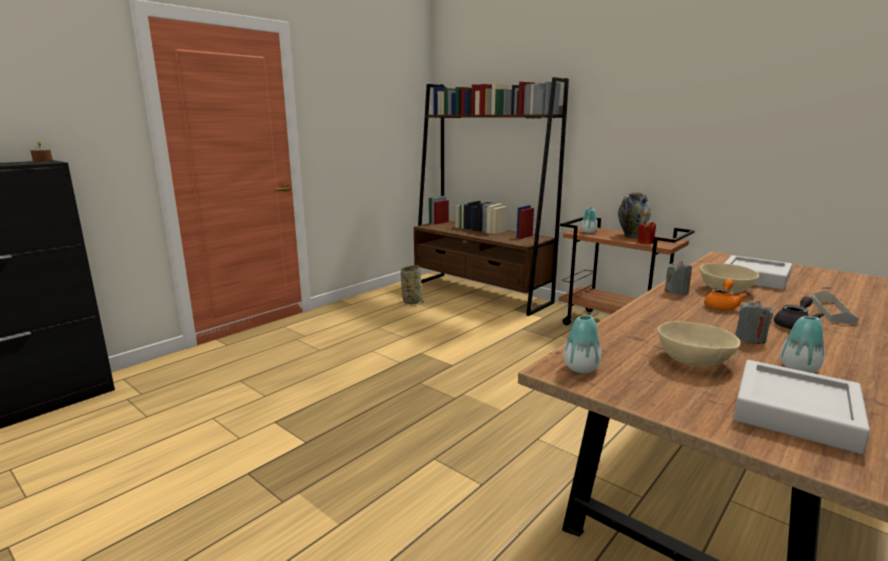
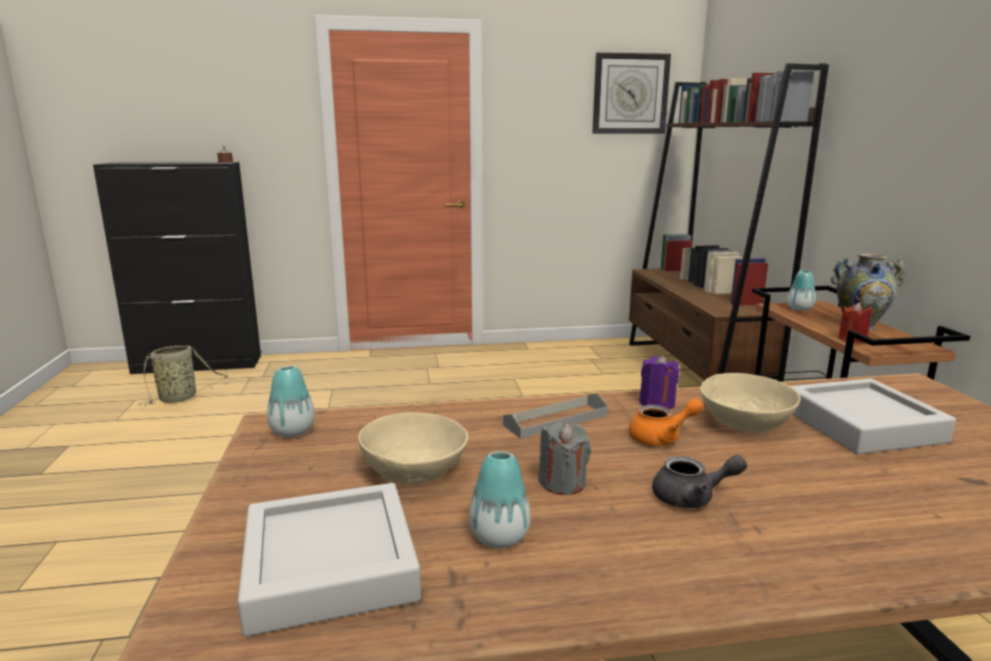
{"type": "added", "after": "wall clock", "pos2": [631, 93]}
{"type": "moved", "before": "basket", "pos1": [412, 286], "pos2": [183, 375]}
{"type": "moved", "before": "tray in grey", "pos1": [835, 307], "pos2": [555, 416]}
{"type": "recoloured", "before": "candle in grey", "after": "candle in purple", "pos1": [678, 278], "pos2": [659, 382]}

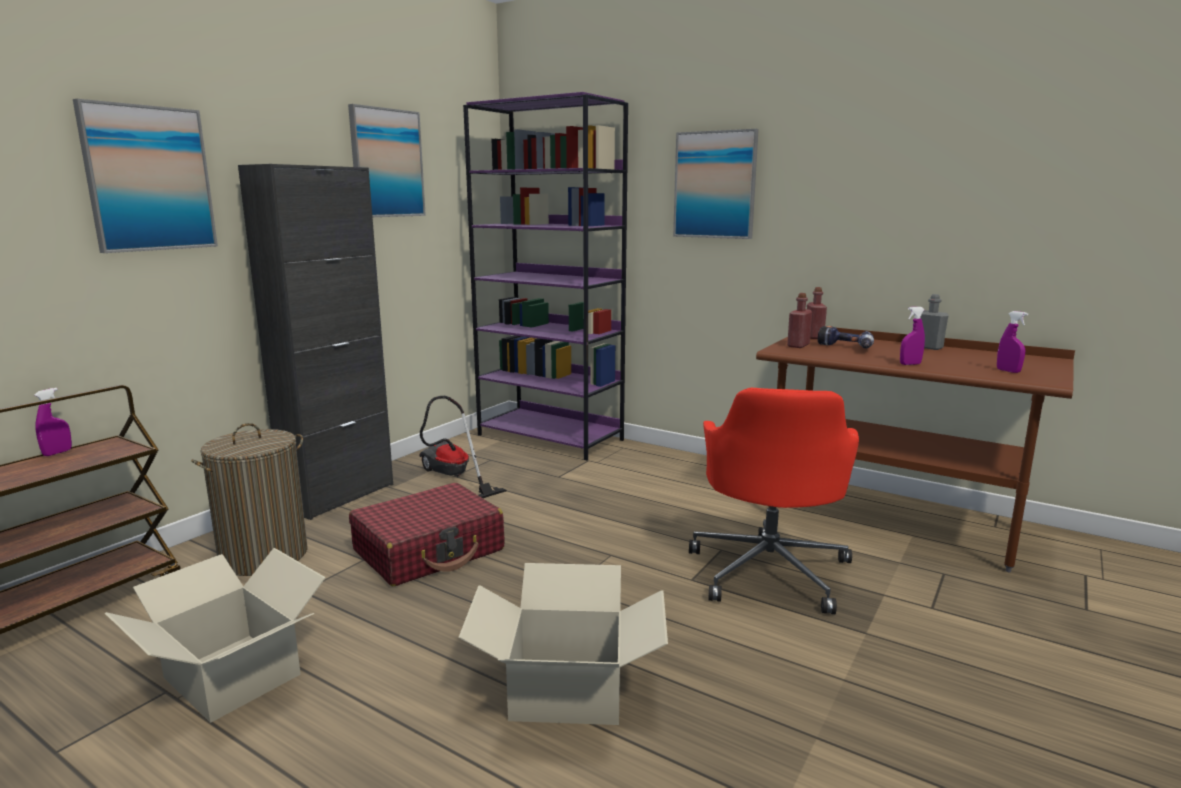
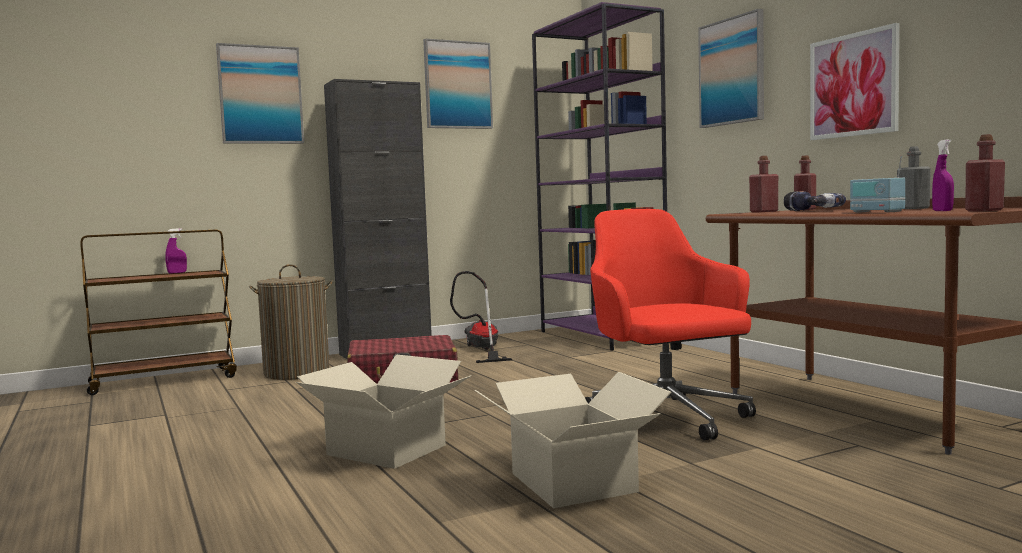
{"type": "removed", "before": "spray bottle in purple", "pos1": [912, 336]}
{"type": "added", "after": "picture", "pos2": [855, 81]}
{"type": "added", "after": "radio", "pos2": [877, 184]}
{"type": "added", "after": "bottle in red", "pos2": [985, 172]}
{"type": "moved", "before": "cardboard box", "pos1": [215, 635], "pos2": [572, 440]}
{"type": "turned", "before": "office chair in red", "pos1": [774, 501], "pos2": [670, 324], "turn": 120}

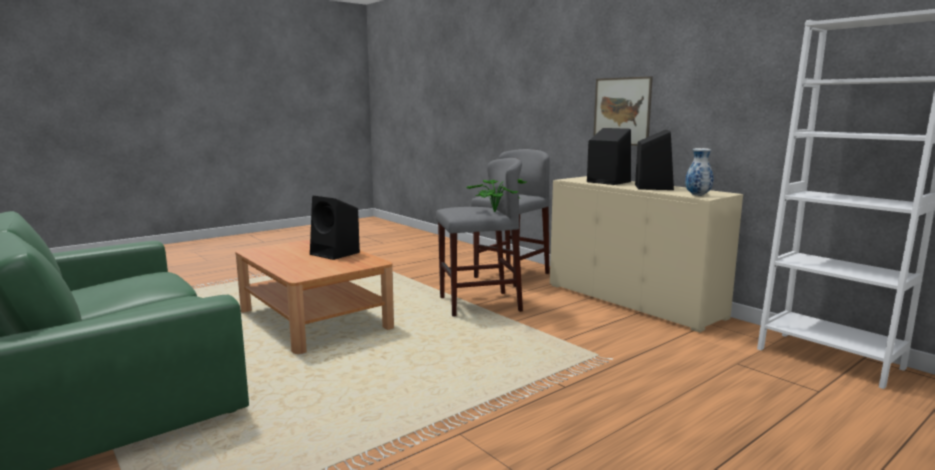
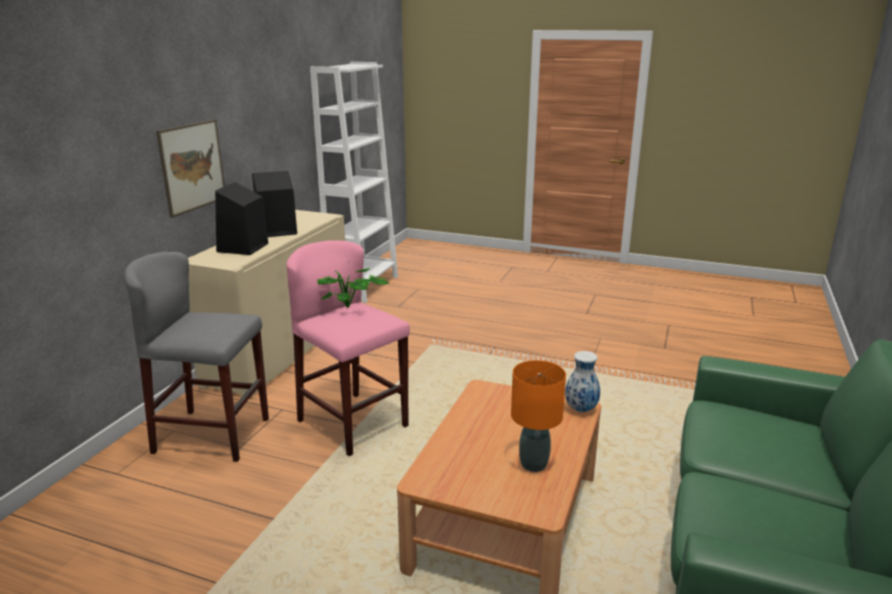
{"type": "removed", "before": "speaker in black", "pos1": [335, 228]}
{"type": "added", "after": "table lamp in orange", "pos2": [538, 416]}
{"type": "moved", "before": "vase", "pos1": [699, 172], "pos2": [582, 381]}
{"type": "recoloured", "before": "stool in grey", "after": "stool in pink", "pos1": [479, 237], "pos2": [348, 348]}

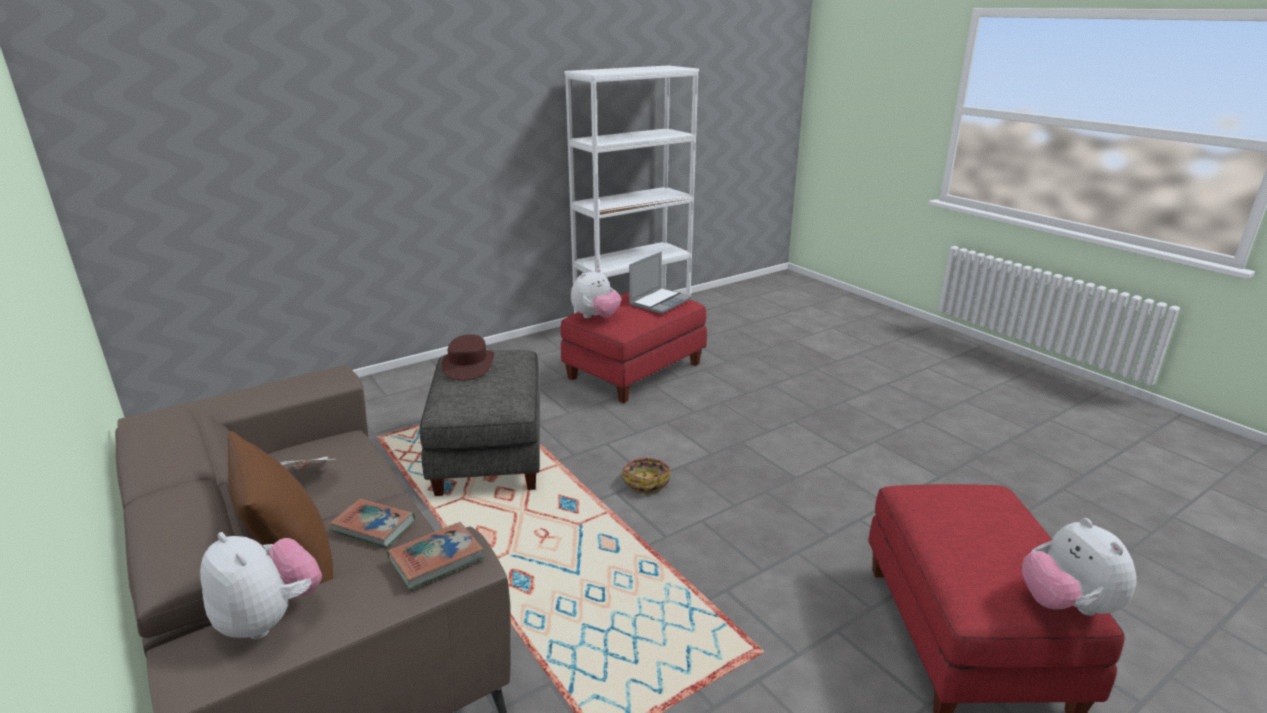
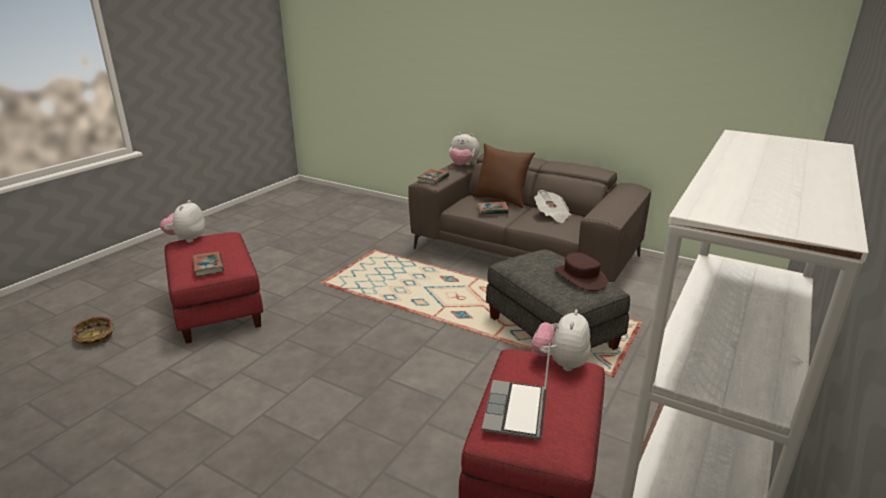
{"type": "added", "after": "book", "pos2": [208, 264]}
{"type": "moved", "before": "basket", "pos1": [646, 475], "pos2": [93, 331]}
{"type": "turned", "before": "plush toy", "pos1": [1079, 567], "pos2": [182, 221], "turn": -135}

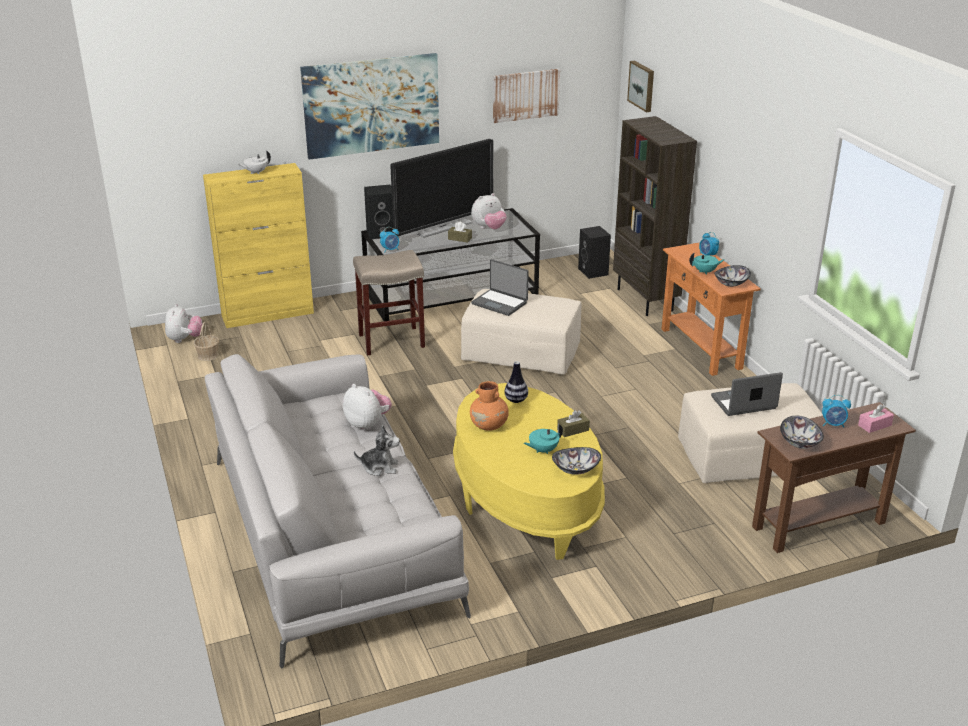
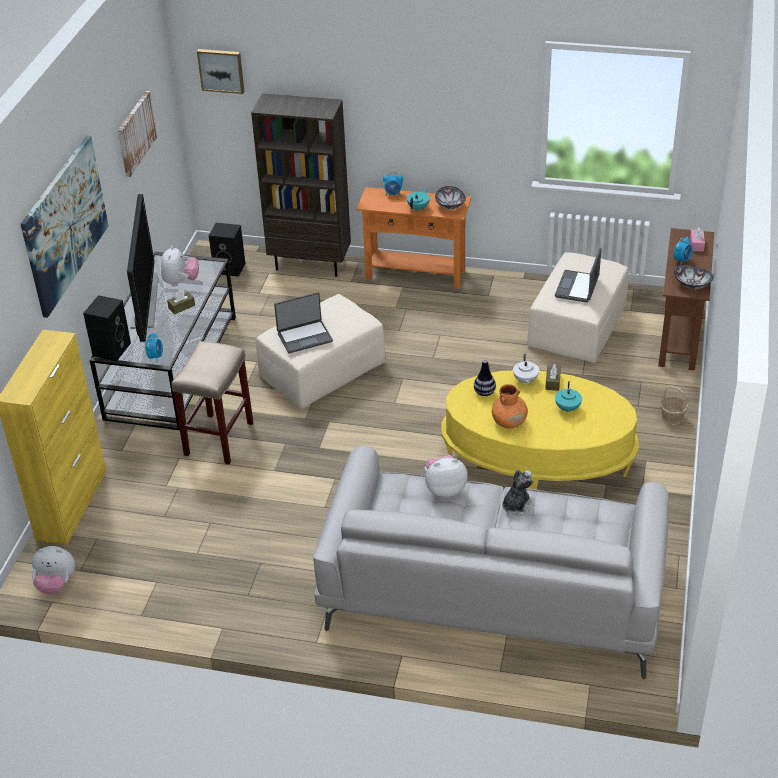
{"type": "removed", "before": "bowl", "pos1": [576, 461]}
{"type": "moved", "before": "basket", "pos1": [206, 341], "pos2": [674, 405]}
{"type": "moved", "before": "teapot in white", "pos1": [254, 162], "pos2": [526, 369]}
{"type": "turned", "before": "plush toy", "pos1": [183, 323], "pos2": [53, 570], "turn": 150}

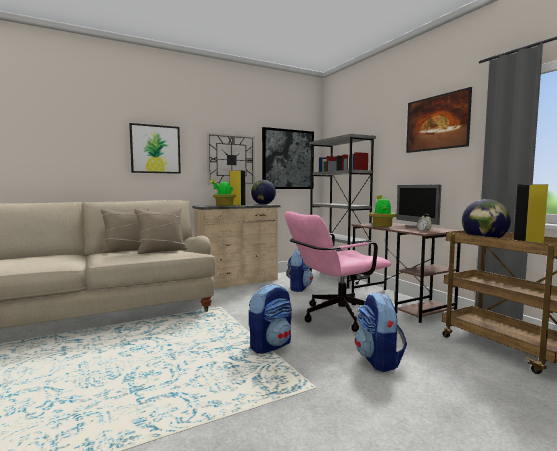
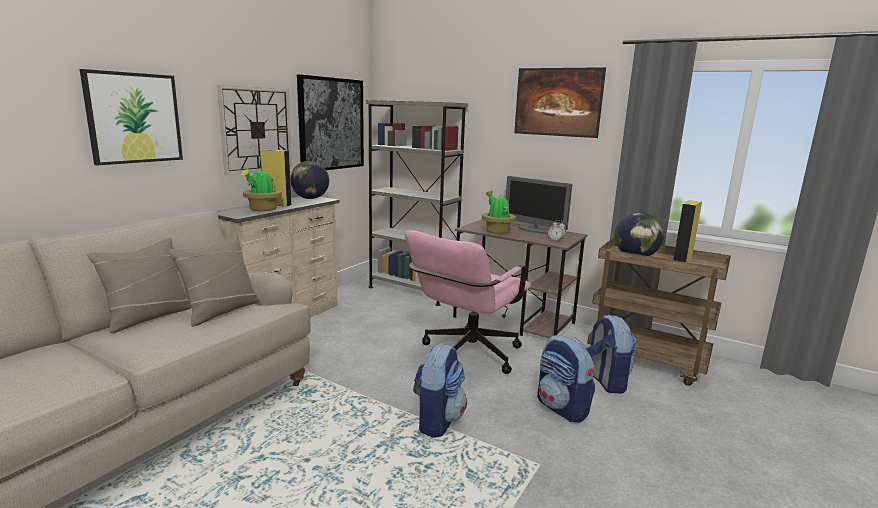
{"type": "moved", "before": "backpack", "pos1": [300, 270], "pos2": [611, 354]}

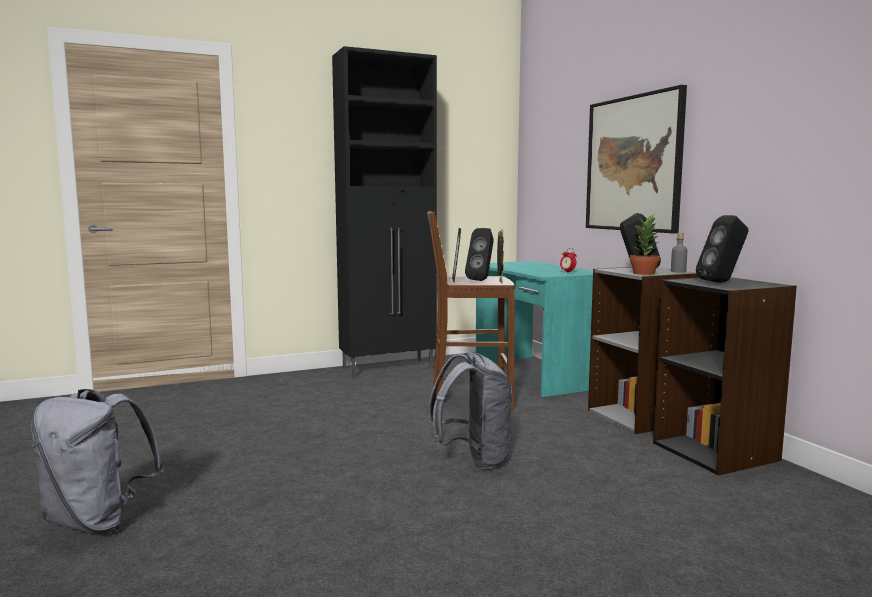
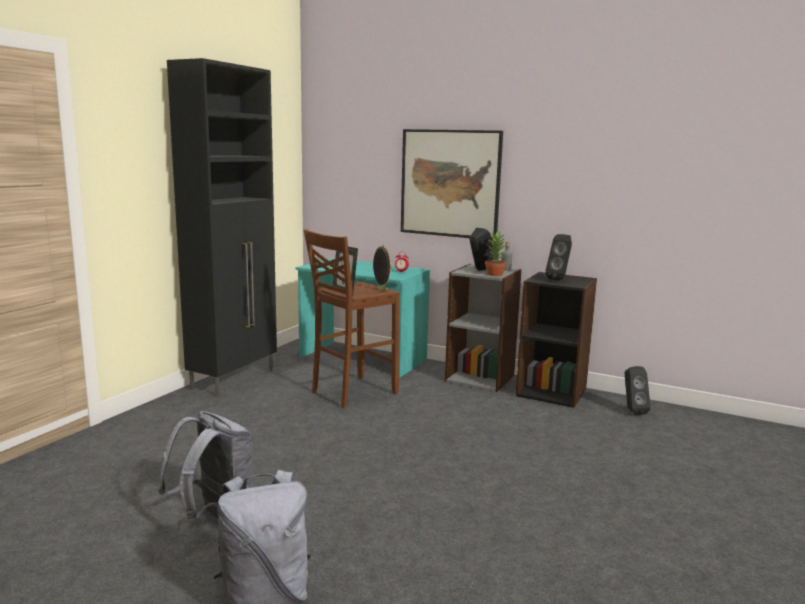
{"type": "moved", "before": "backpack in grey", "pos1": [470, 410], "pos2": [206, 466]}
{"type": "moved", "before": "speaker in black", "pos1": [479, 254], "pos2": [638, 390]}

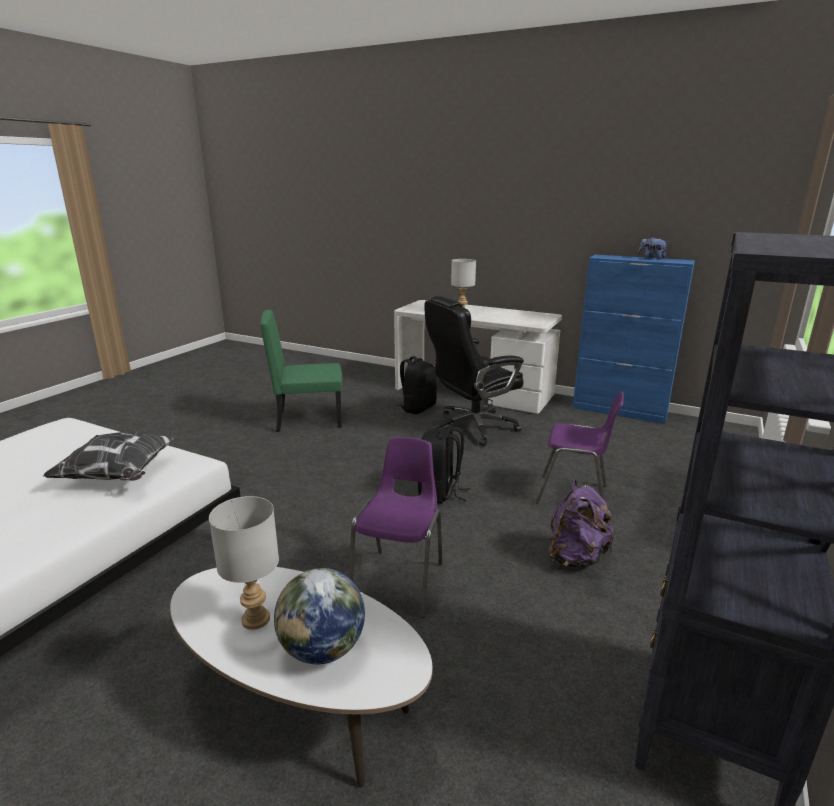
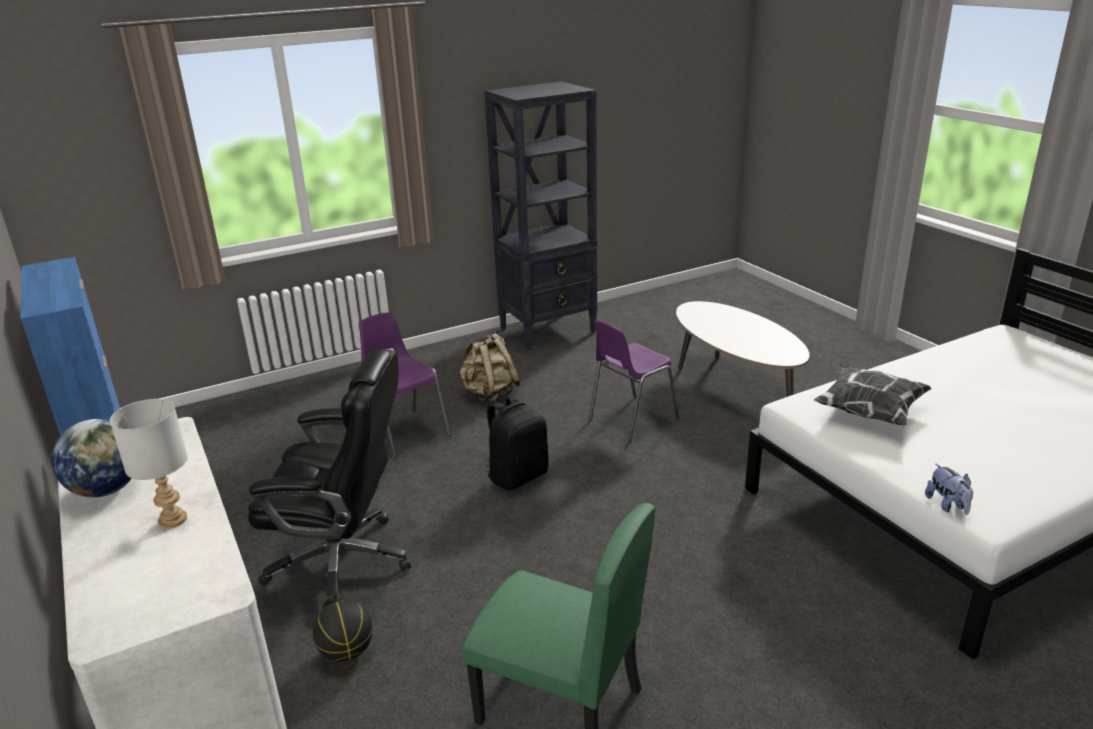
{"type": "removed", "before": "table lamp in grey", "pos1": [244, 563]}
{"type": "moved", "before": "globe", "pos1": [319, 616], "pos2": [91, 458]}
{"type": "moved", "before": "plush toy", "pos1": [653, 248], "pos2": [949, 489]}
{"type": "replaced", "before": "backpack in black", "after": "basketball", "pos1": [416, 385], "pos2": [343, 631]}
{"type": "recoloured", "before": "backpack in purple", "after": "backpack in beige", "pos1": [581, 524], "pos2": [490, 368]}

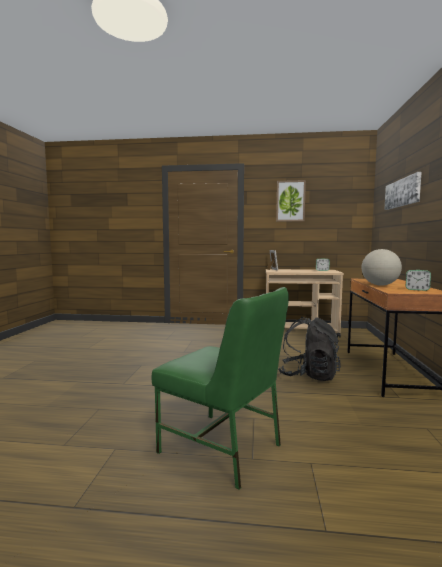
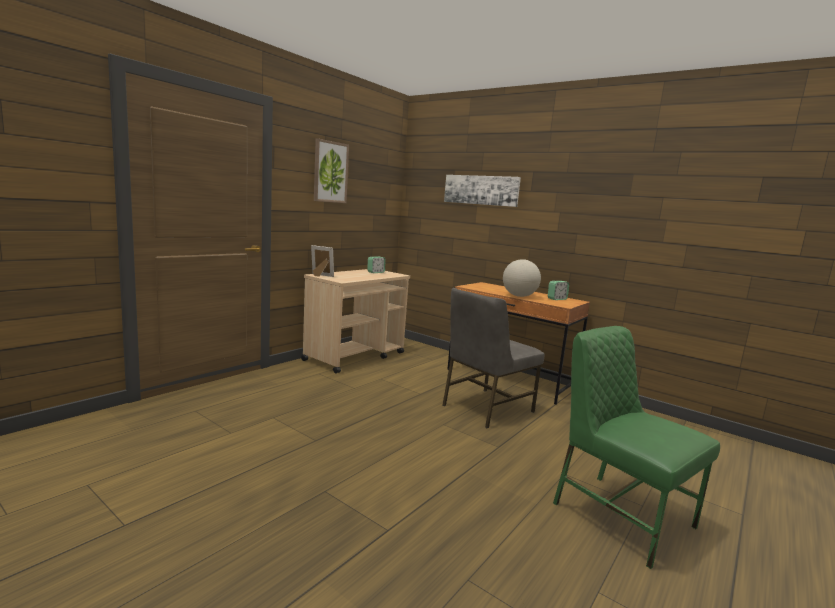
{"type": "replaced", "before": "backpack in black", "after": "chair in grey", "pos1": [309, 349], "pos2": [493, 358]}
{"type": "turned", "before": "chair in green", "pos1": [220, 388], "pos2": [636, 447], "turn": -105}

